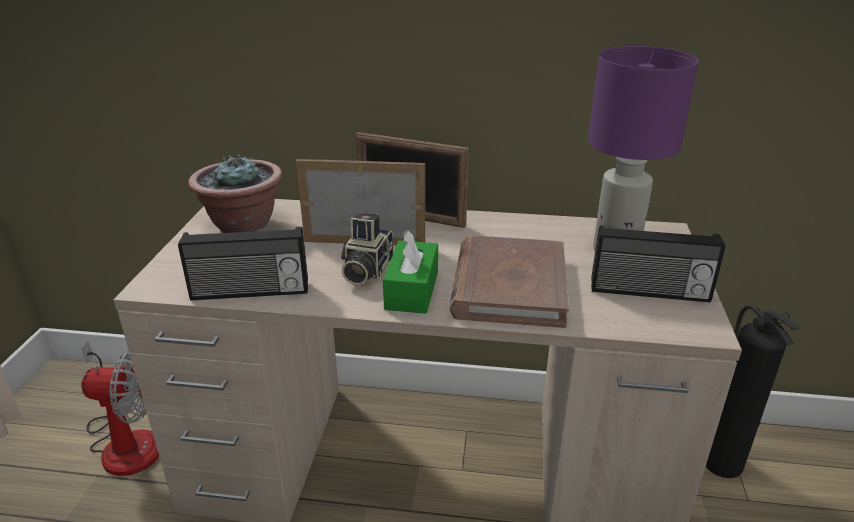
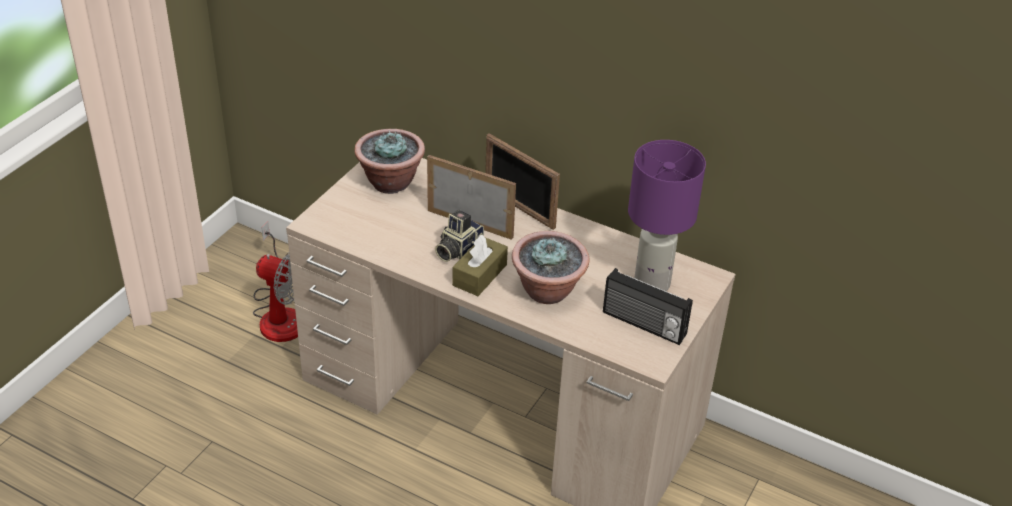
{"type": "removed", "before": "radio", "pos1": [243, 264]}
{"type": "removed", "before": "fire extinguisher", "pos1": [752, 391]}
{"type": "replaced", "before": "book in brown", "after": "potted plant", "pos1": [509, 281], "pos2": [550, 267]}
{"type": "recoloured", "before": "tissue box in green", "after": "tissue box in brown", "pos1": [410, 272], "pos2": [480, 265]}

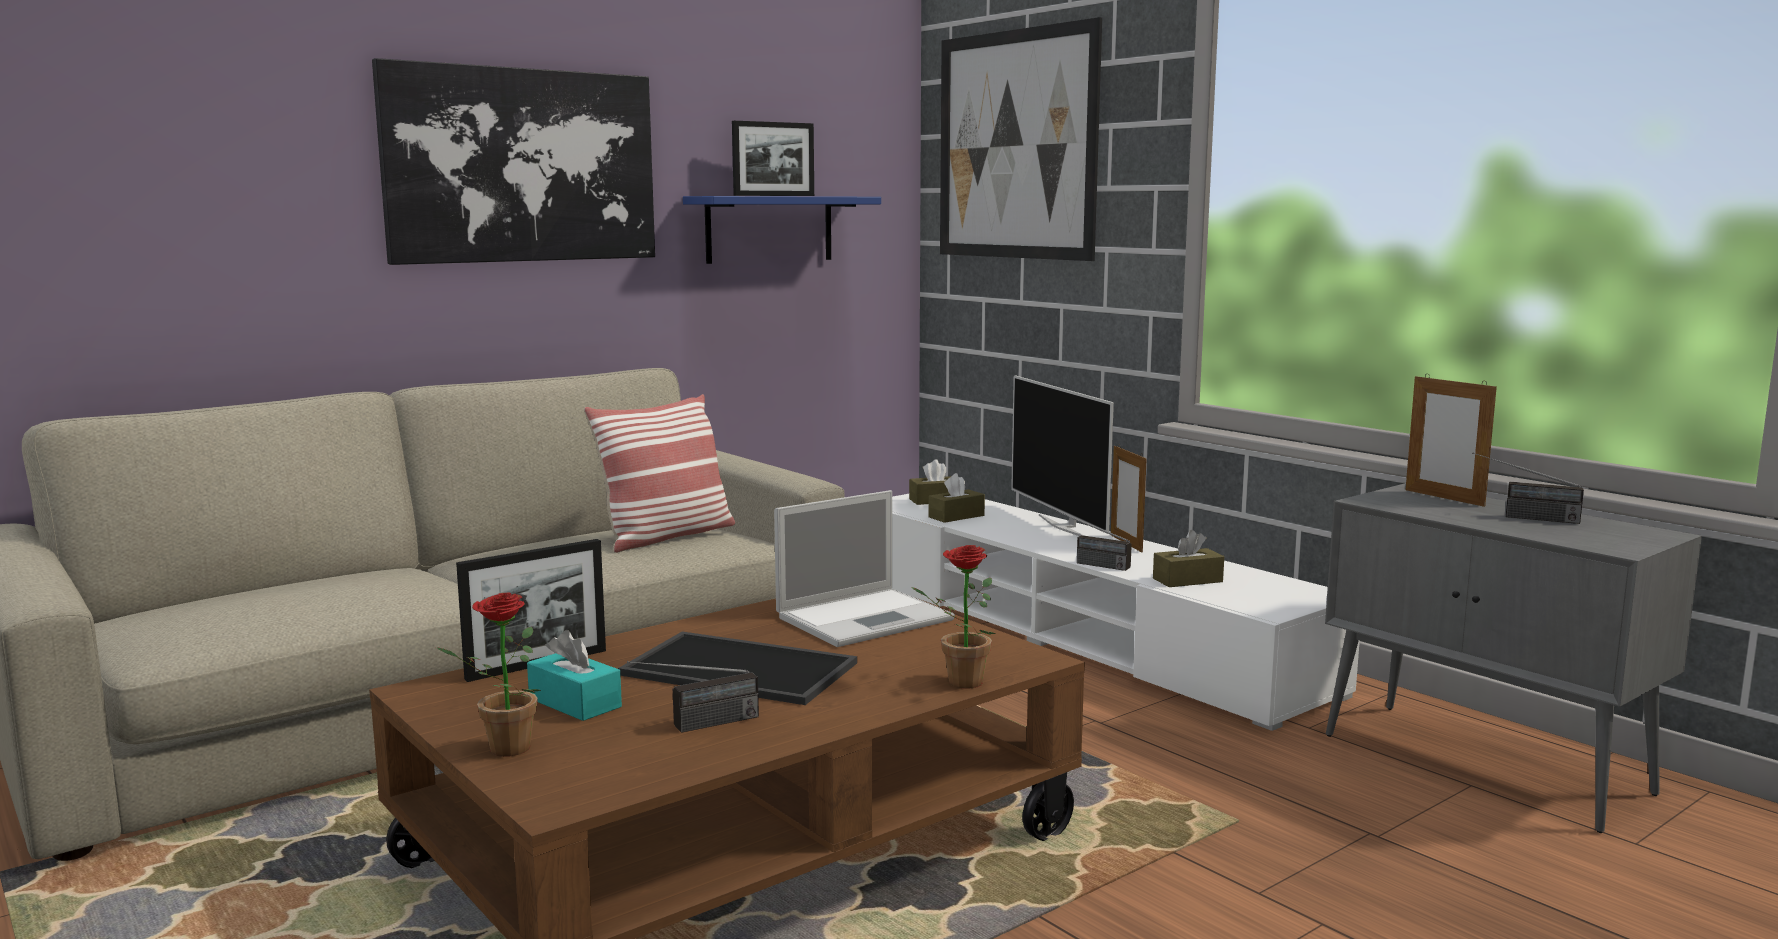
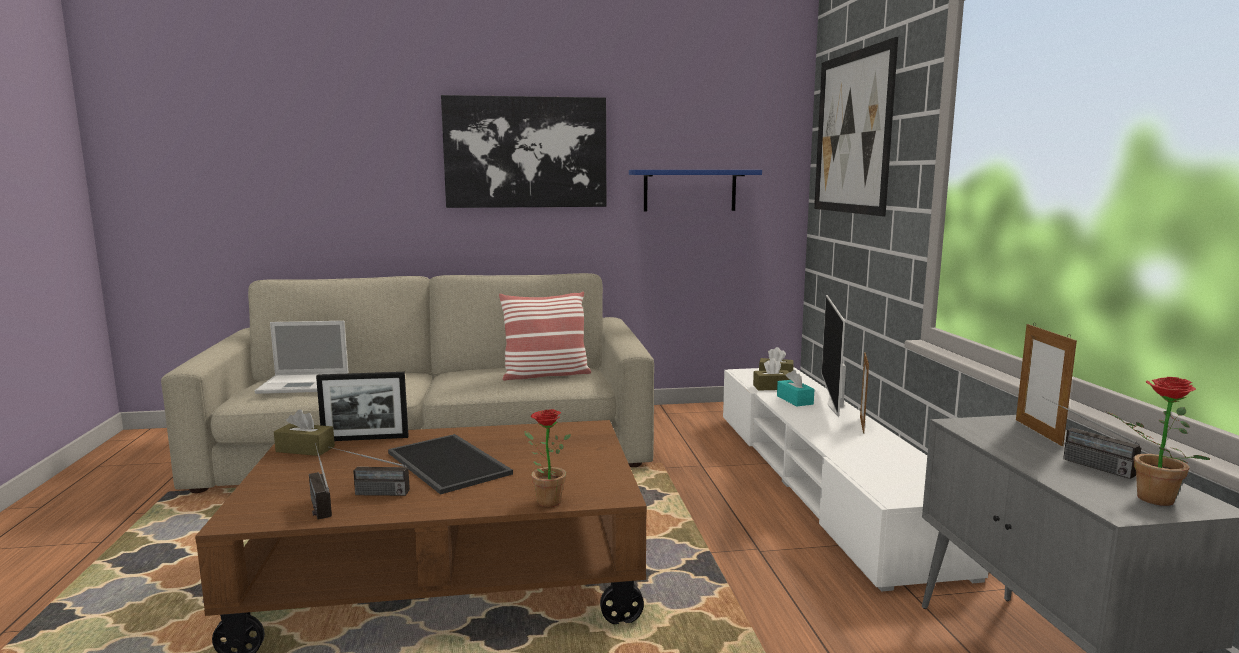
{"type": "removed", "before": "picture frame", "pos1": [773, 158]}
{"type": "moved", "before": "potted plant", "pos1": [489, 675], "pos2": [1158, 441]}
{"type": "moved", "before": "tissue box in turquoise", "pos1": [574, 675], "pos2": [795, 388]}
{"type": "moved", "before": "laptop", "pos1": [864, 568], "pos2": [301, 357]}
{"type": "moved", "before": "radio", "pos1": [1094, 541], "pos2": [320, 481]}
{"type": "moved", "before": "tissue box in brown", "pos1": [1188, 558], "pos2": [304, 432]}

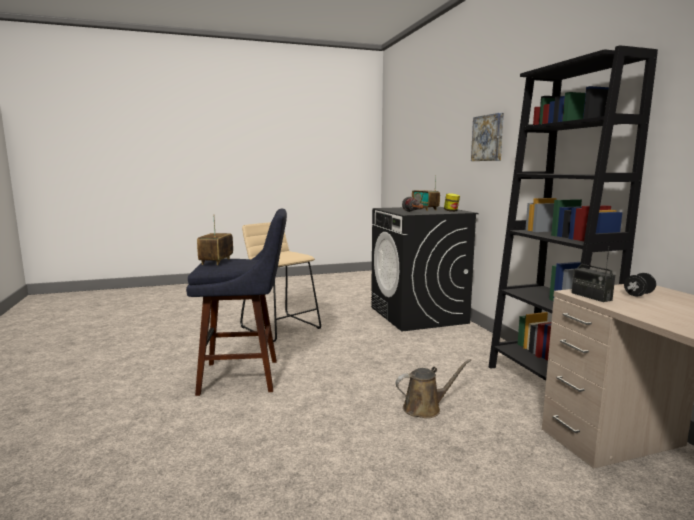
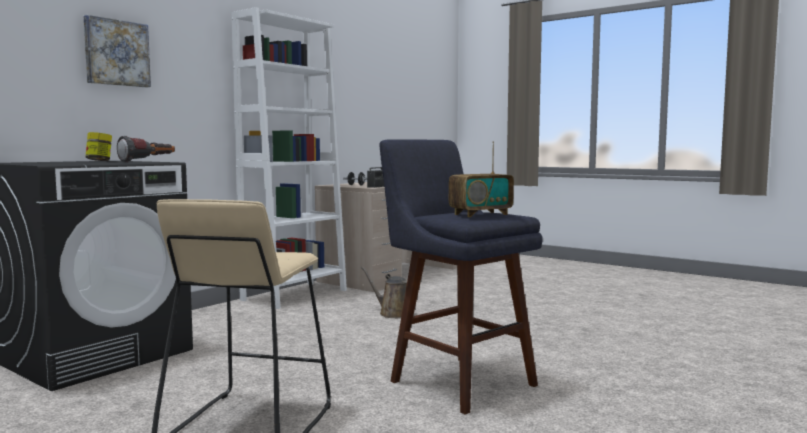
{"type": "removed", "before": "radio", "pos1": [426, 193]}
{"type": "recoloured", "before": "bookcase in black", "after": "bookcase in white", "pos1": [573, 213], "pos2": [289, 158]}

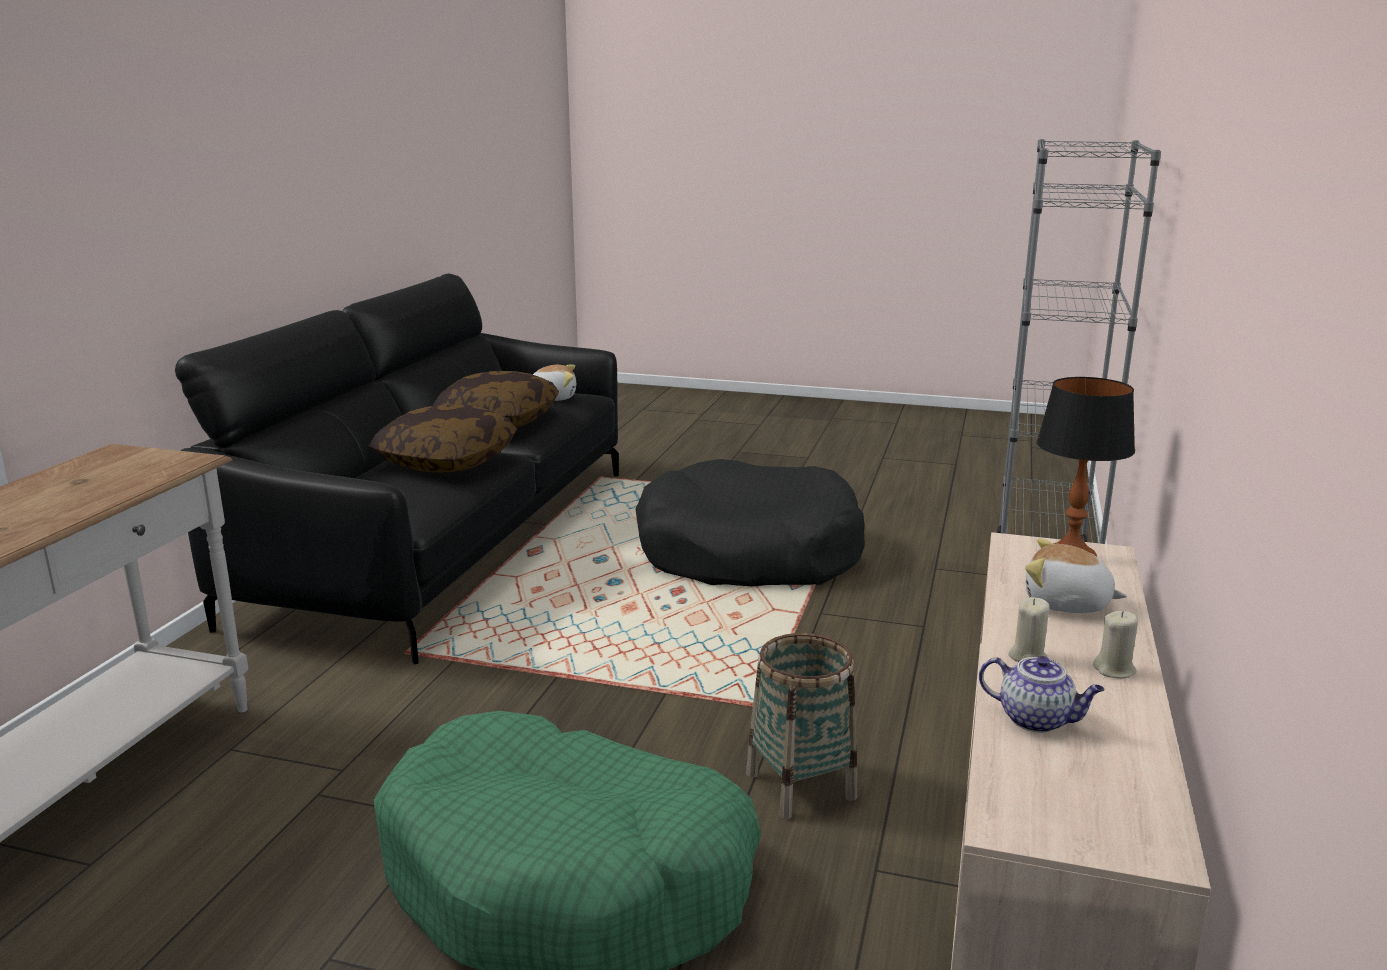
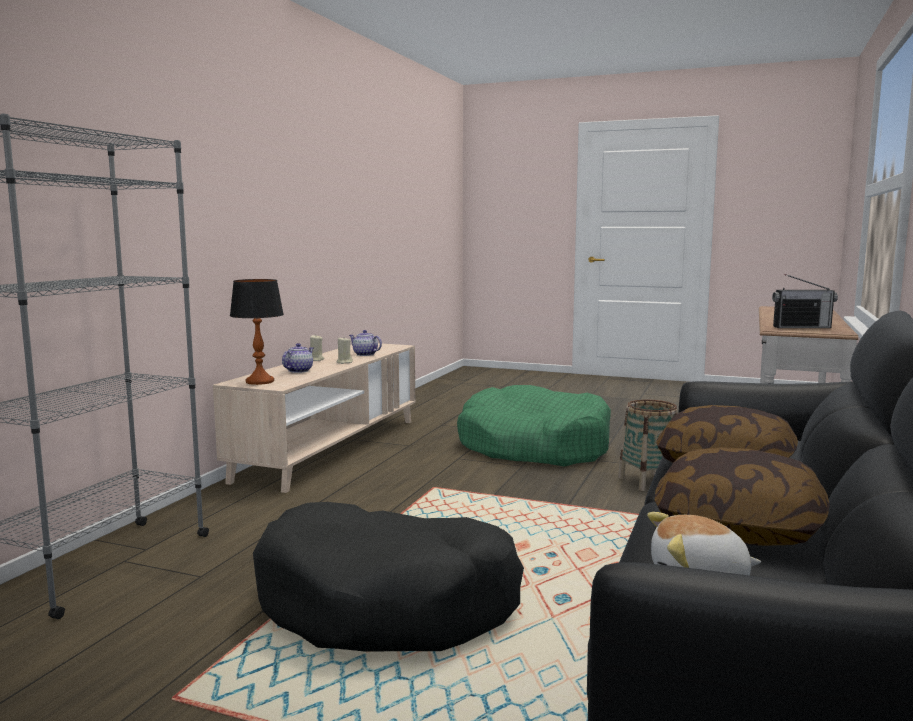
{"type": "added", "after": "radio", "pos2": [805, 301]}
{"type": "moved", "before": "basket", "pos1": [801, 726], "pos2": [648, 445]}
{"type": "replaced", "before": "plush toy", "after": "teapot", "pos1": [1076, 575], "pos2": [297, 358]}

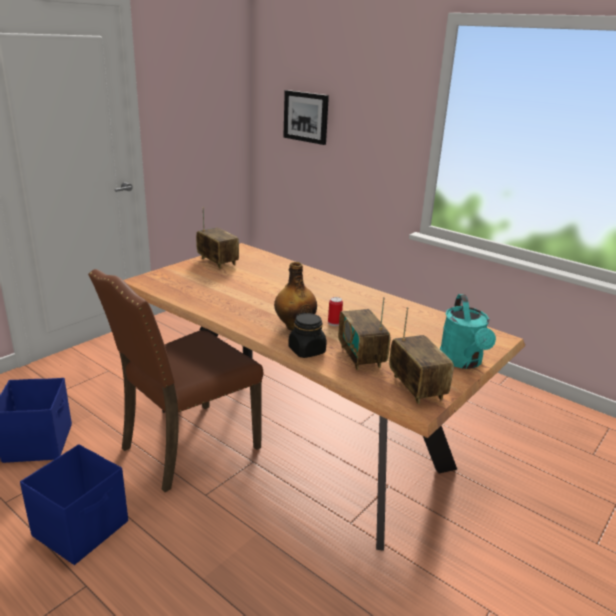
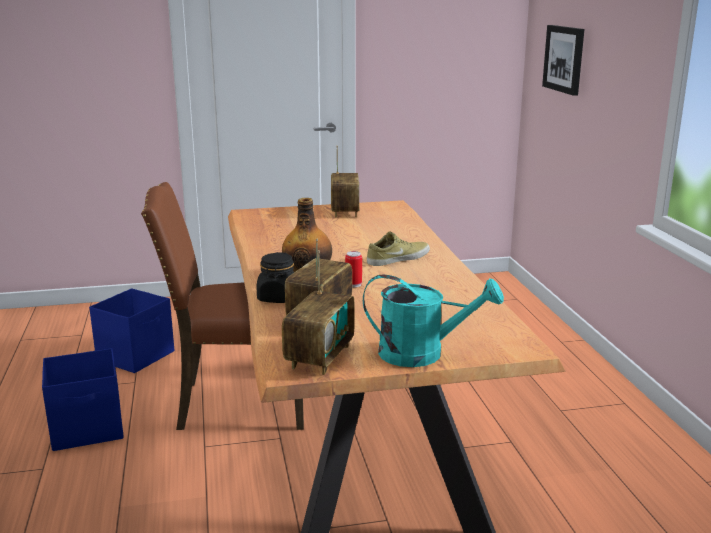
{"type": "added", "after": "shoe in beige", "pos2": [398, 248]}
{"type": "turned", "before": "watering can in turquoise", "pos1": [468, 331], "pos2": [433, 320], "turn": -120}

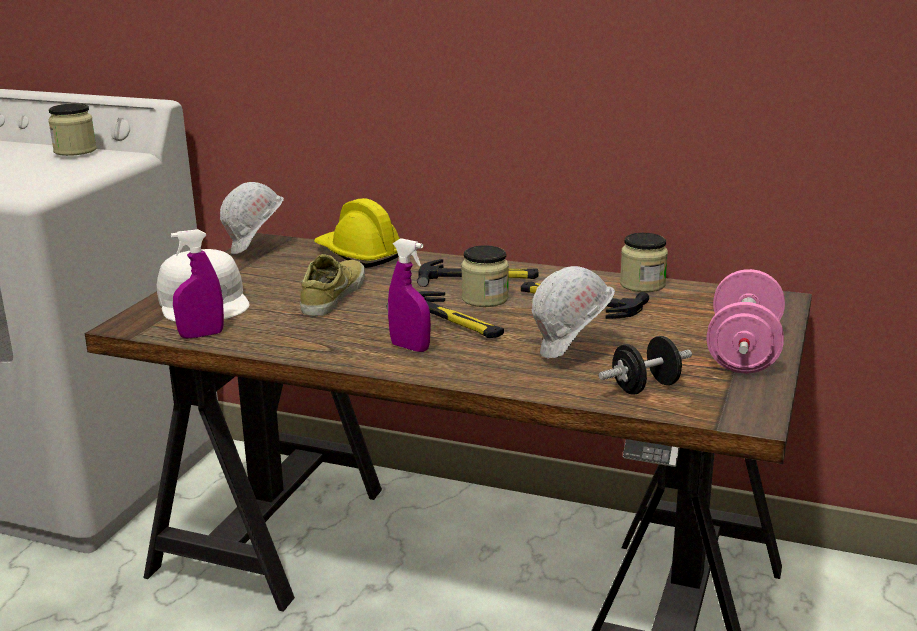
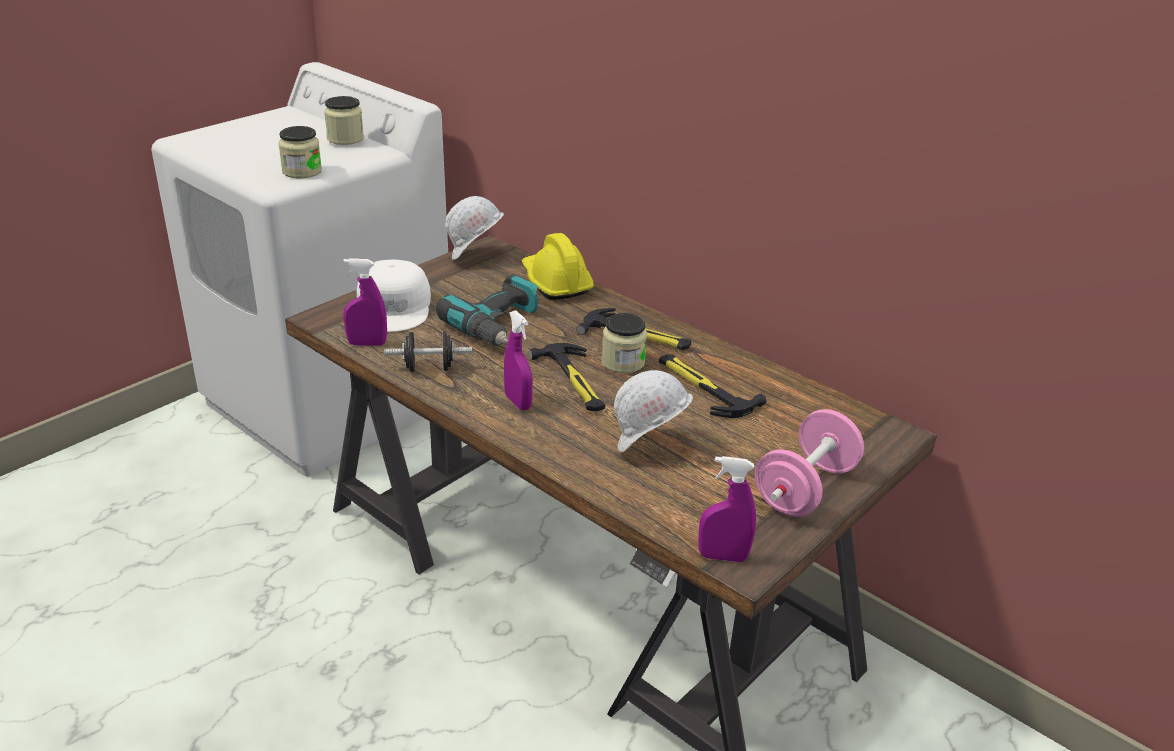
{"type": "added", "after": "spray bottle in purple", "pos2": [727, 509]}
{"type": "moved", "before": "dumbbell in black", "pos1": [645, 365], "pos2": [428, 351]}
{"type": "moved", "before": "jar", "pos1": [644, 262], "pos2": [300, 152]}
{"type": "replaced", "before": "shoe in beige", "after": "power drill", "pos1": [332, 285], "pos2": [487, 310]}

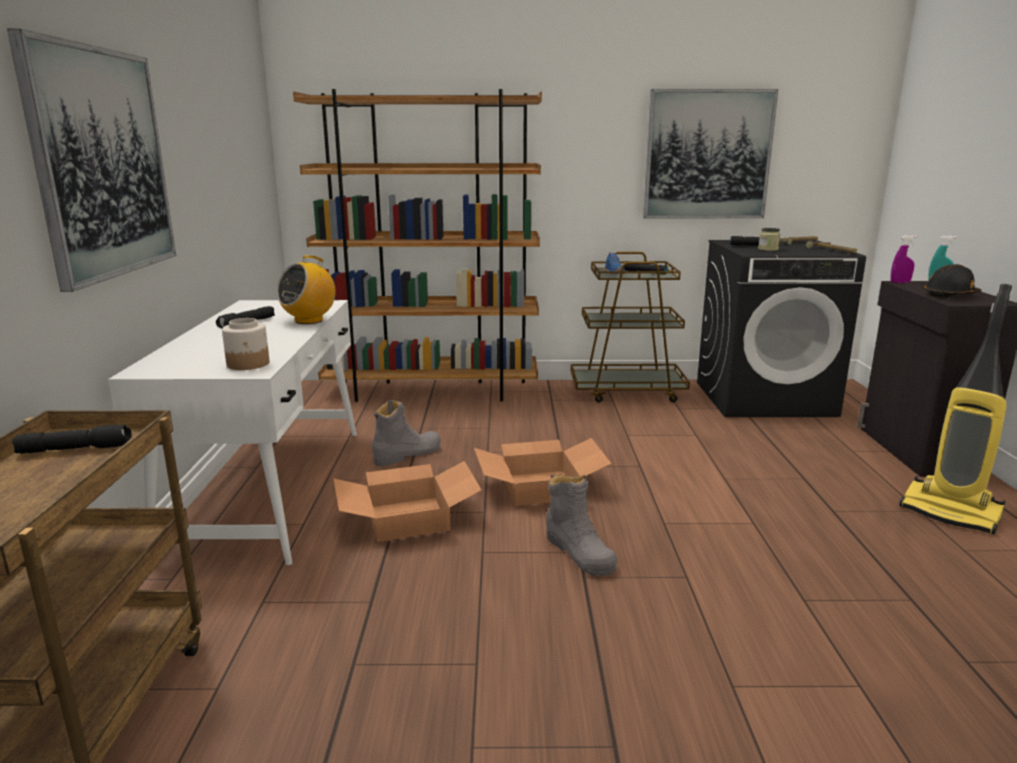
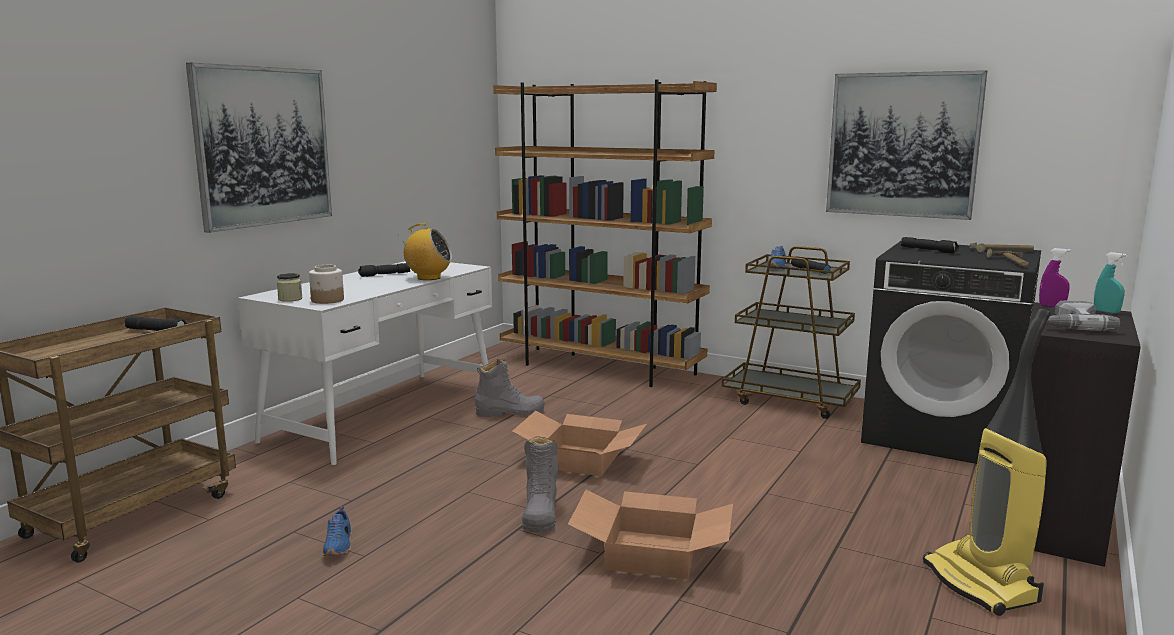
{"type": "added", "after": "shoe in blue", "pos2": [337, 531]}
{"type": "moved", "before": "cardboard box", "pos1": [407, 501], "pos2": [650, 534]}
{"type": "moved", "before": "jar", "pos1": [769, 239], "pos2": [289, 287]}
{"type": "replaced", "before": "hard hat in black", "after": "power drill", "pos1": [952, 281], "pos2": [1083, 316]}
{"type": "turned", "before": "radio", "pos1": [306, 289], "pos2": [425, 251], "turn": -150}

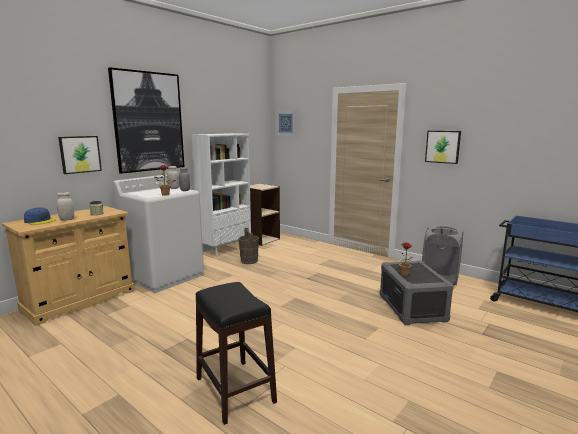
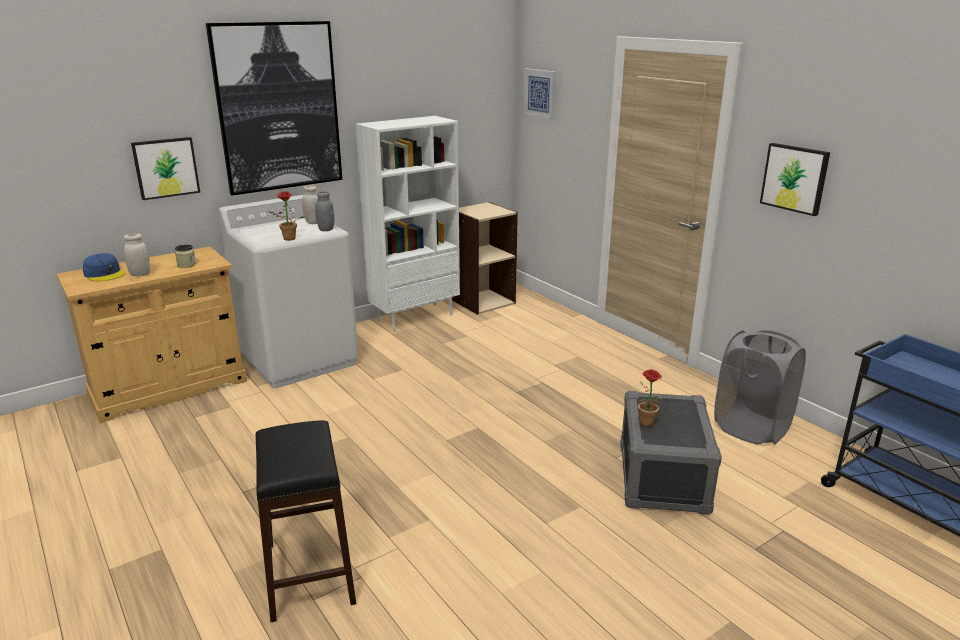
{"type": "removed", "before": "bucket in brown", "pos1": [249, 246]}

